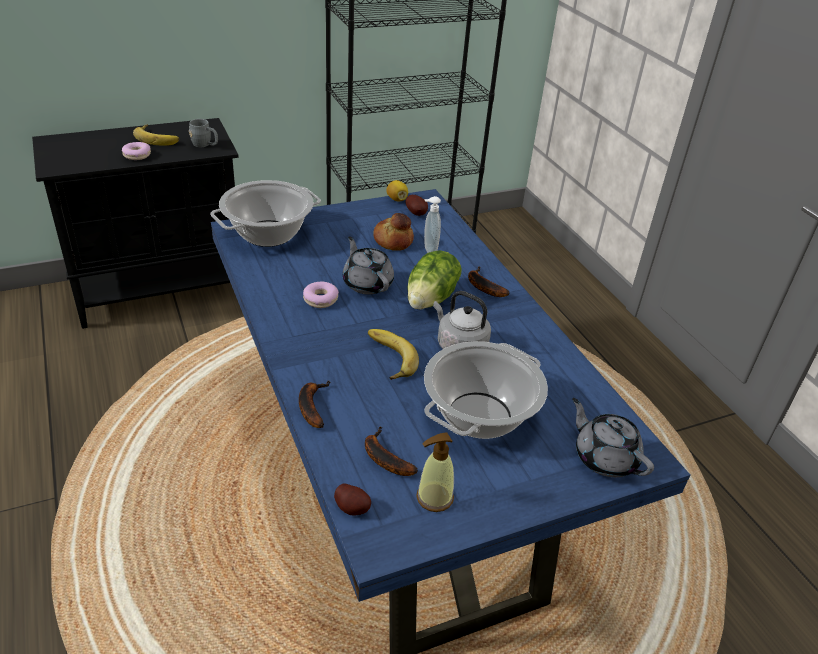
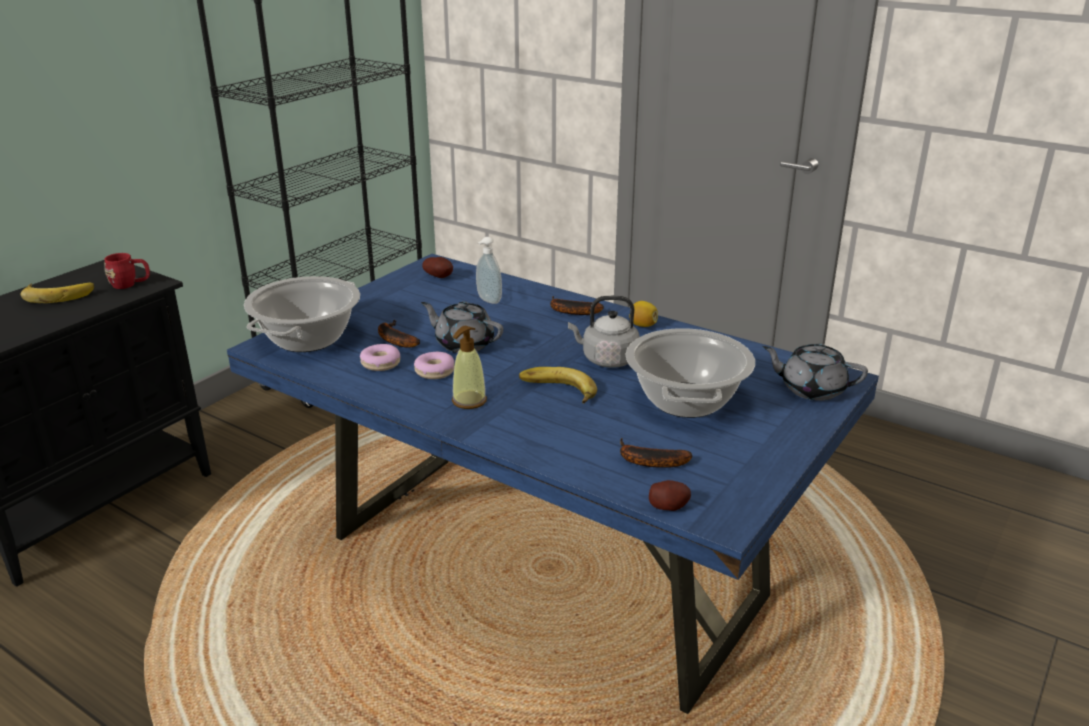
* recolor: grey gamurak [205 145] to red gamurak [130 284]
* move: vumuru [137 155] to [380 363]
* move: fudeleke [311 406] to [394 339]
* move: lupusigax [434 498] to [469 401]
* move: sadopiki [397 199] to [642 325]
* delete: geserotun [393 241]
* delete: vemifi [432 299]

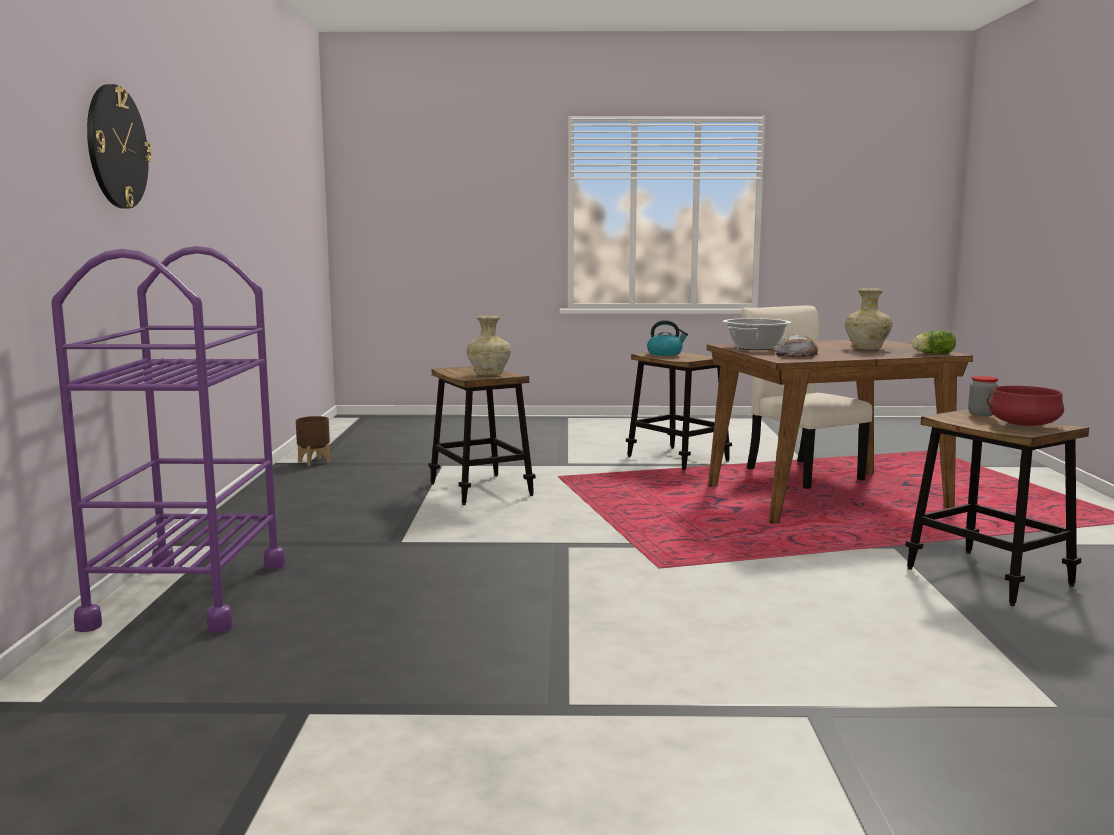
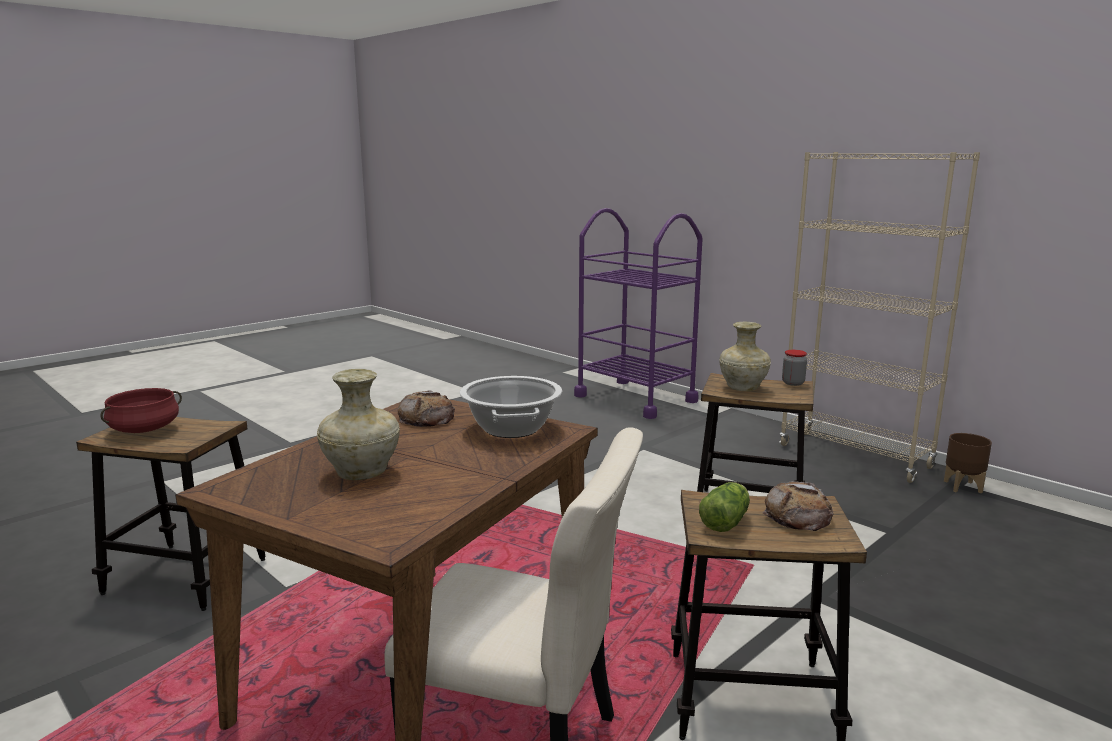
* move: vemifi [931 354] to [726 521]
* replace: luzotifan [665 354] to geserotun [798 515]
* insert: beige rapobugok [854 456]
* move: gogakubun [981 414] to [793 383]
* delete: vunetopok [116 147]

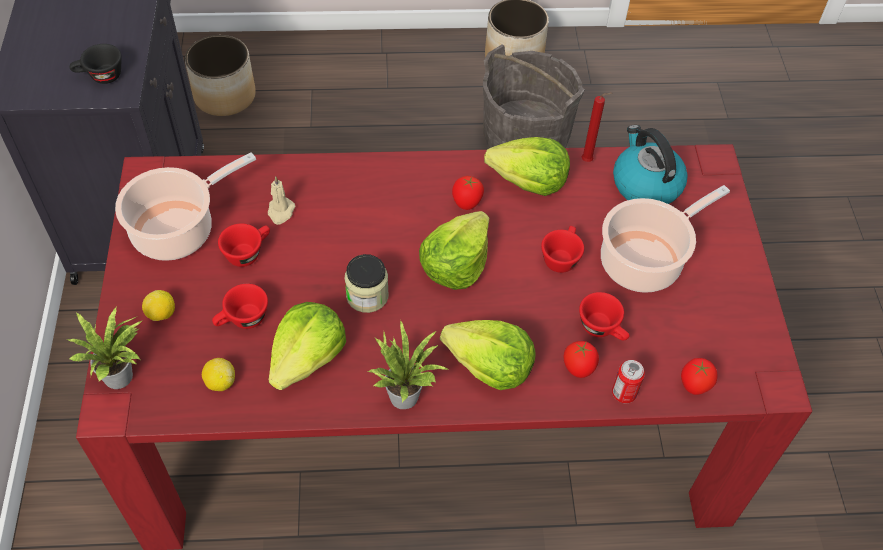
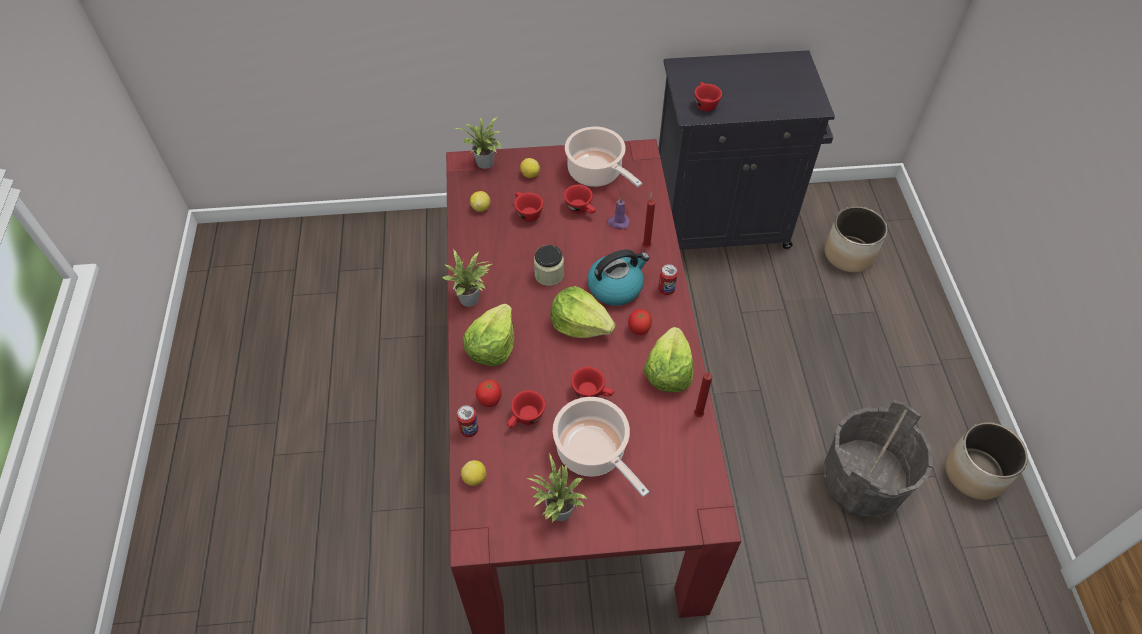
* replace: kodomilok [693 386] to sadopiki [474 478]
* insert: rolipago [557 512]
* move: luzotifan [645 184] to [616 287]
* recolor: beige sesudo [281 212] to purple sesudo [618 222]
* insert: red sesudo [646 245]
* insert: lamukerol [666 290]
* recolor: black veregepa [100 77] to red veregepa [704 103]
* delete: vemifi [308 358]

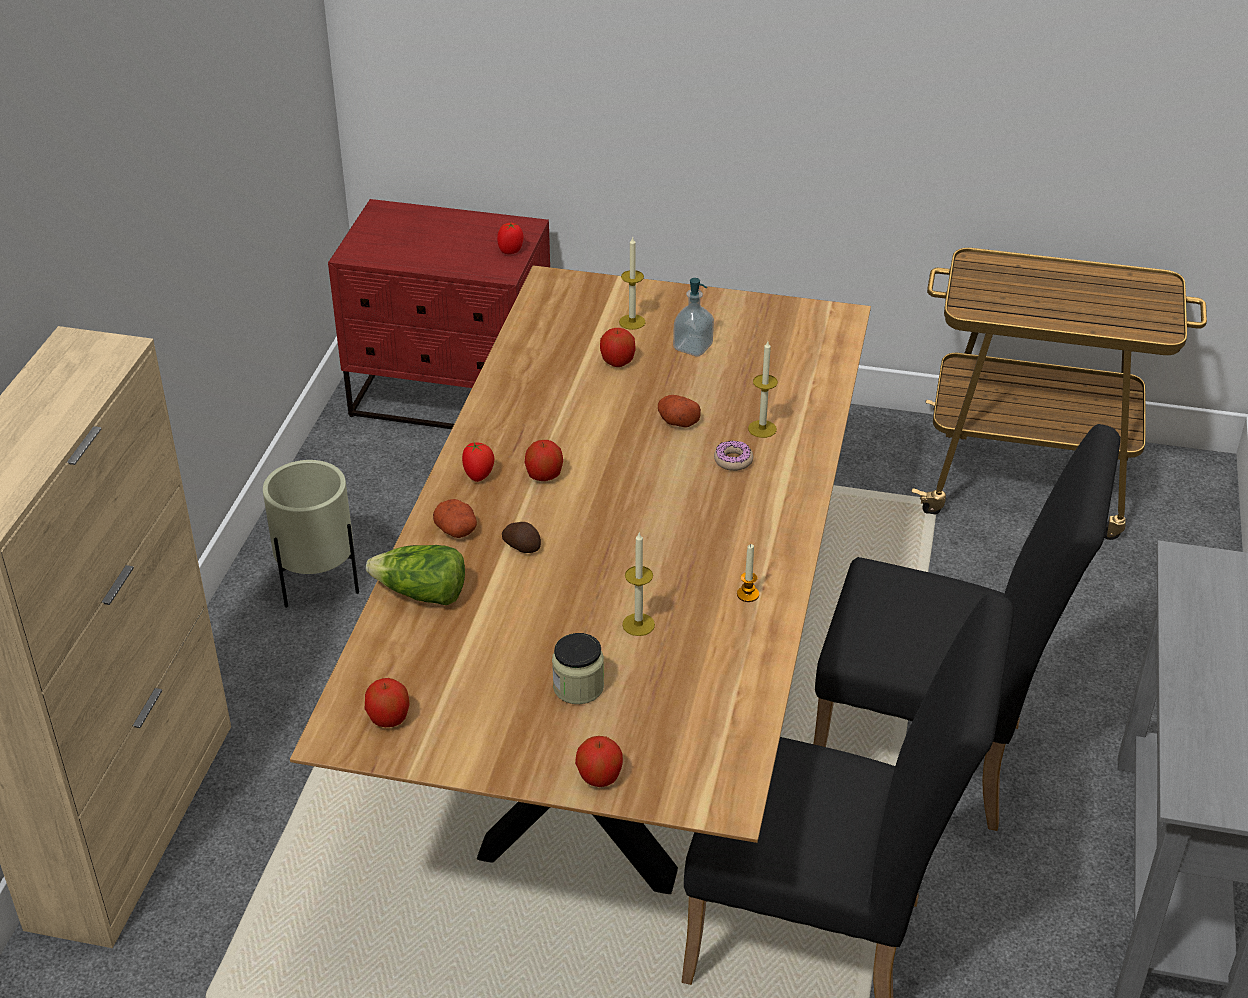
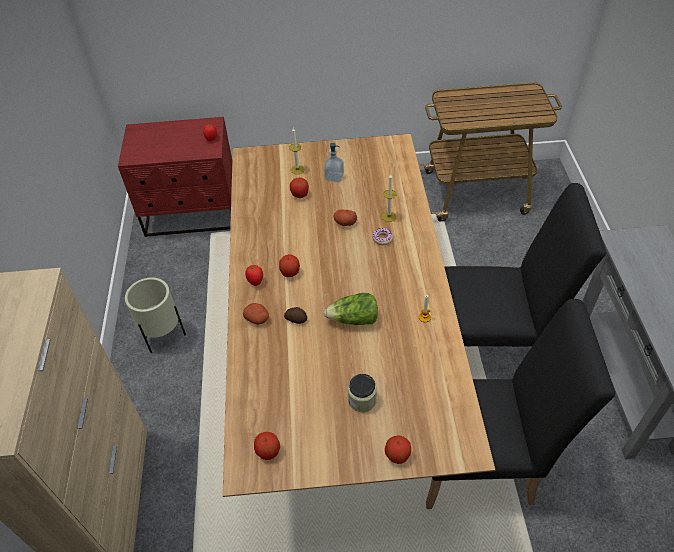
* move: vemifi [421 594] to [354 319]
* delete: sesudo [638 624]

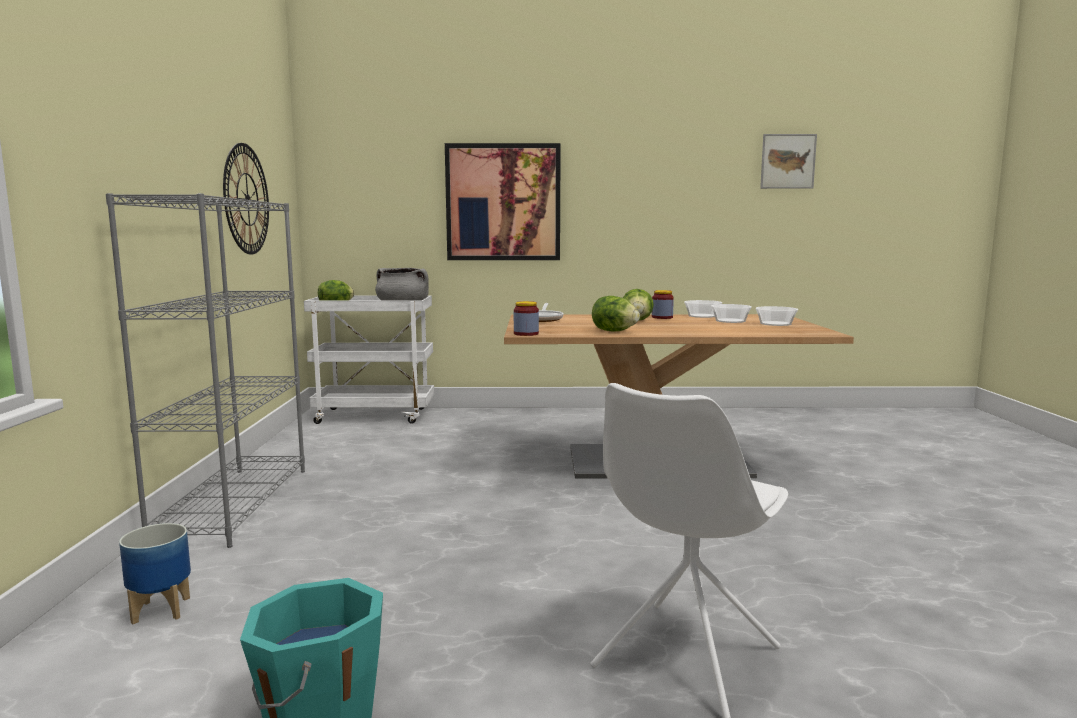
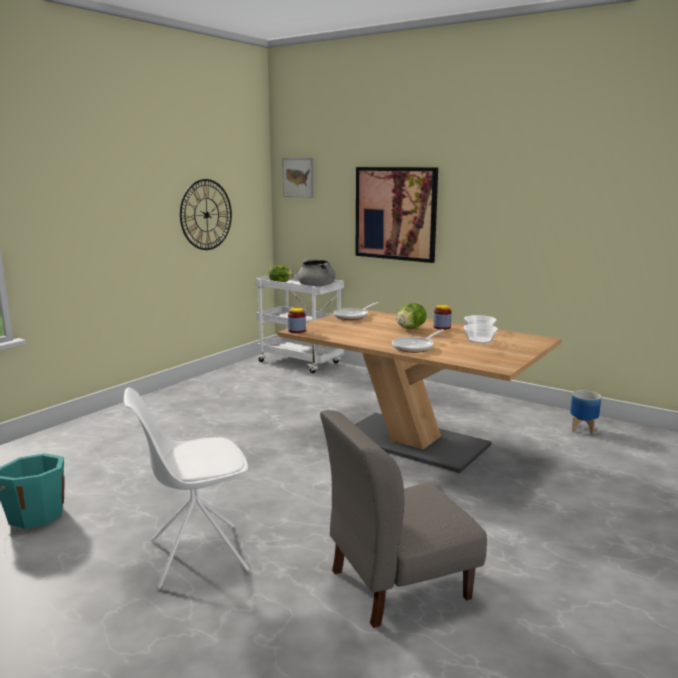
* move: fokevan [788 161] to [298 177]
* insert: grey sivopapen [398 584]
* insert: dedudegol [415 347]
* move: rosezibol [160 610] to [582 429]
* delete: grey rapobugok [235 503]
* delete: vemifi [614 331]
* delete: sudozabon [776 324]

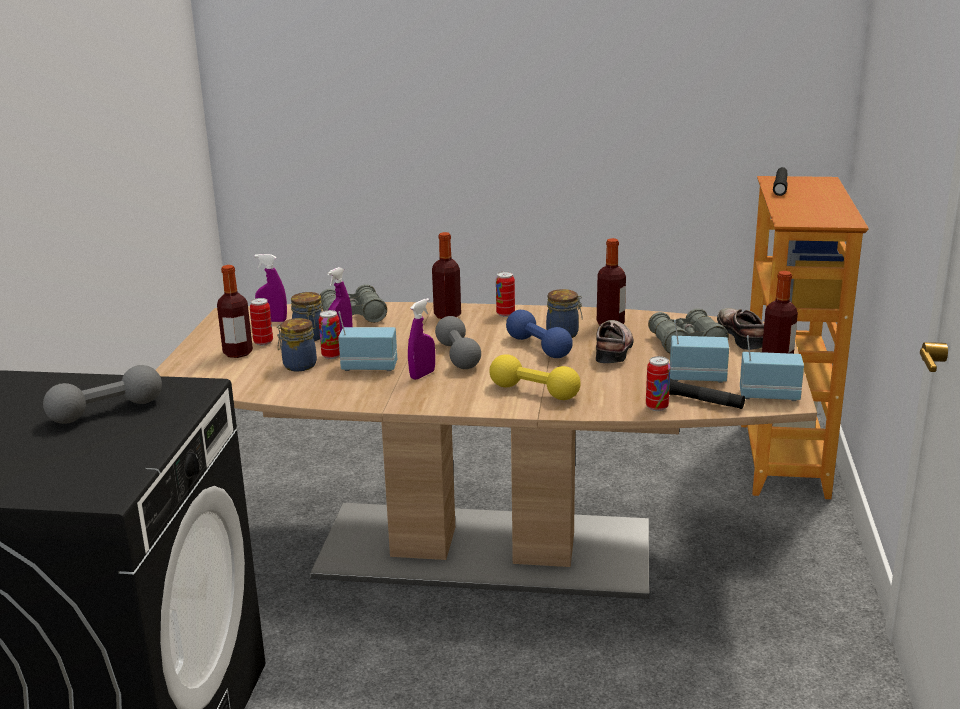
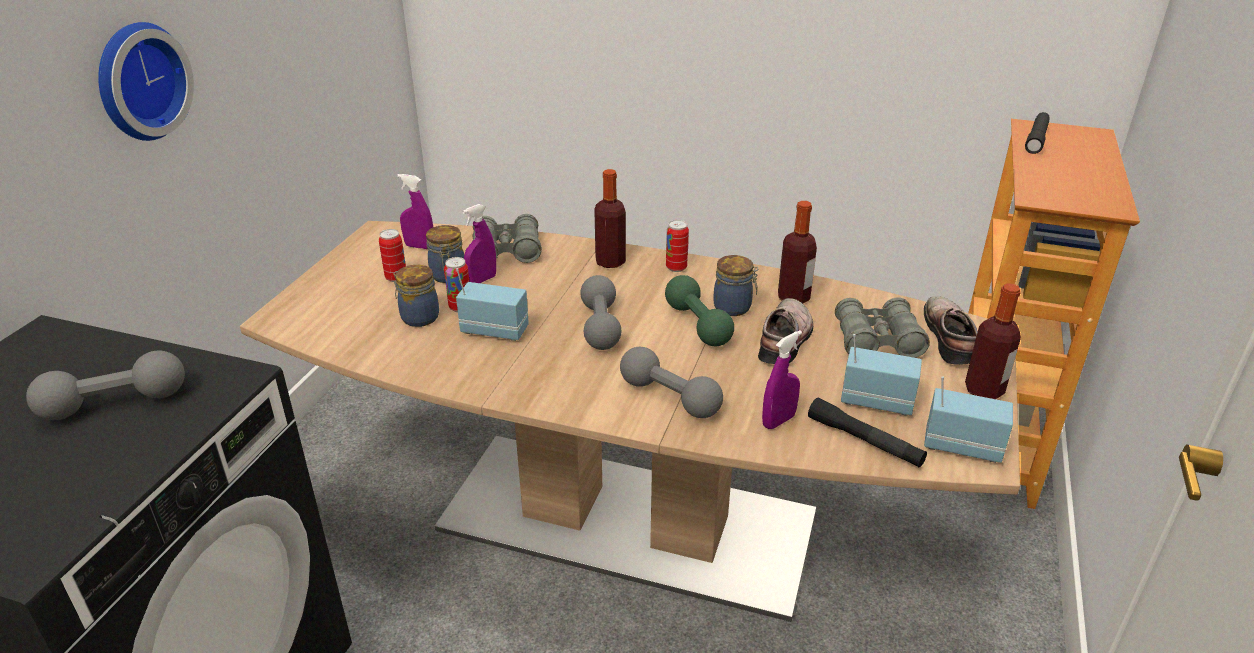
* insert: vunetopok [138 81]
* recolor: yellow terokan [534 392] to grey terokan [669 397]
* recolor: blue terokan [538 347] to green terokan [697 325]
* move: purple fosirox [422 375] to [778 421]
* delete: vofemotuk [238 353]
* delete: lamukerol [656 407]

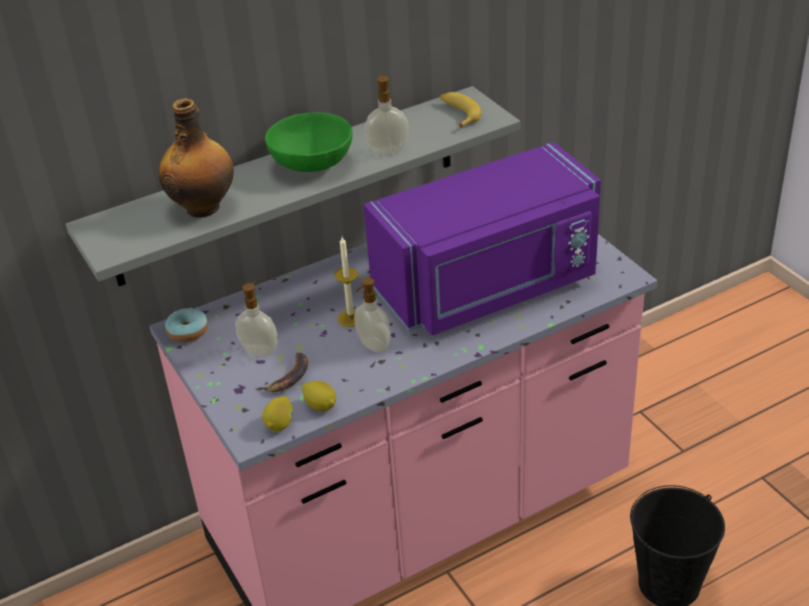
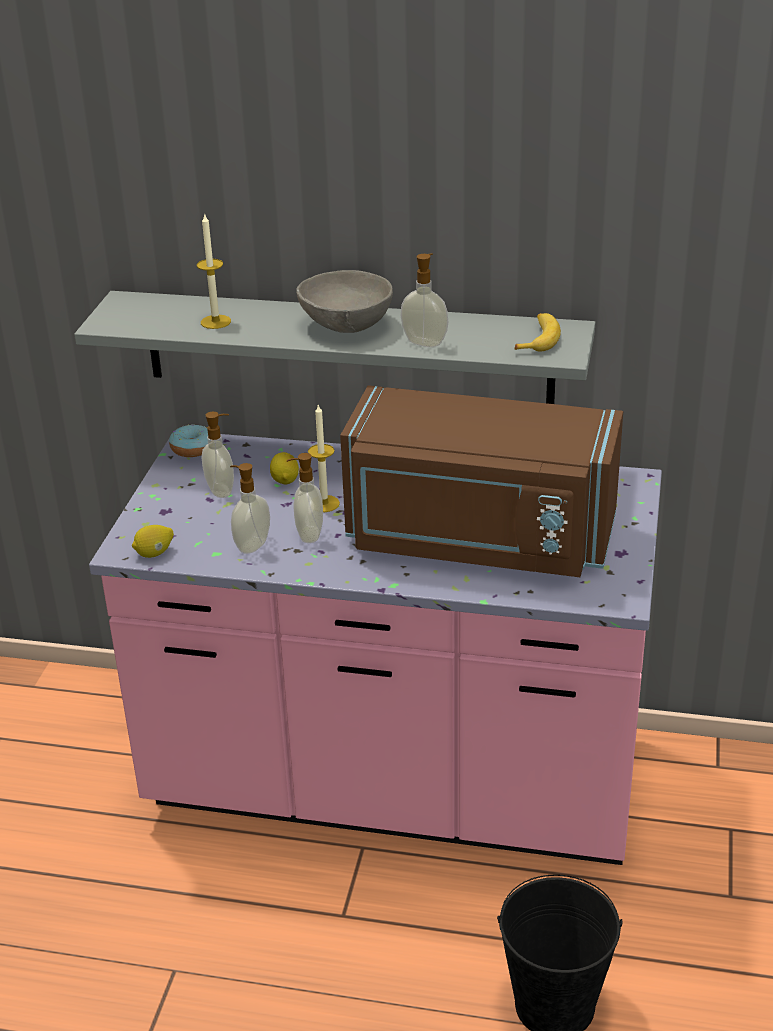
* replace: vofemotuk [204 207] to sesudo [215 322]
* insert: lupusigax [251 545]
* move: sadopiki [321 406] to [285 480]
* recolor: green sudozabon [313 164] to grey sudozabon [347 326]
* recolor: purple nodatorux [489 286] to brown nodatorux [478 540]
* delete: fudeleke [288 377]

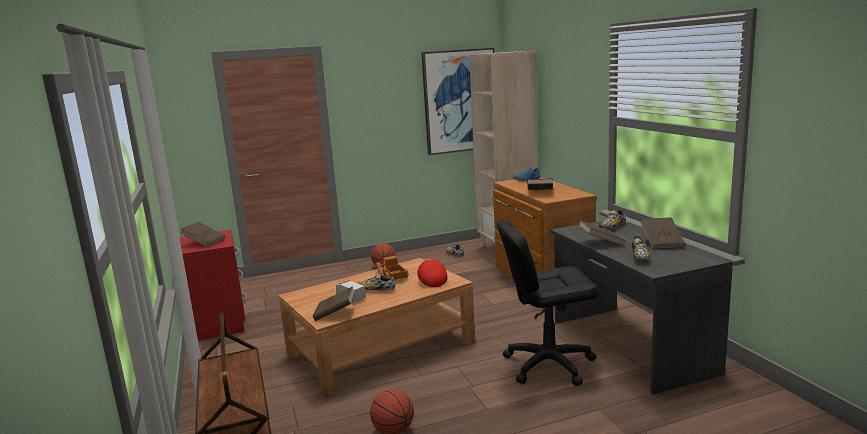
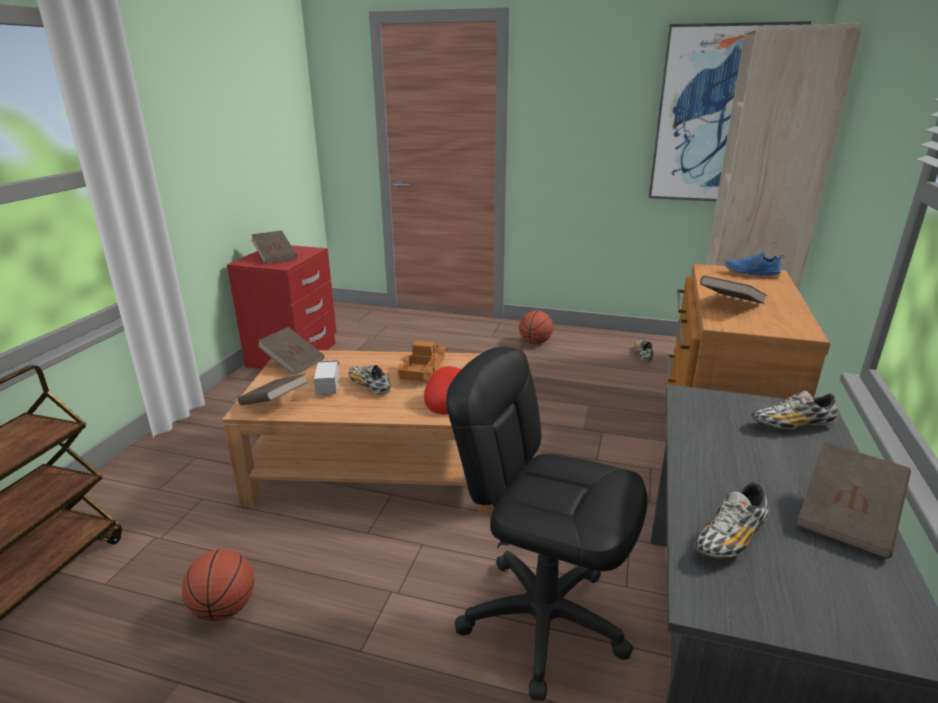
* move: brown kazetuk [601 243] to [293 363]

